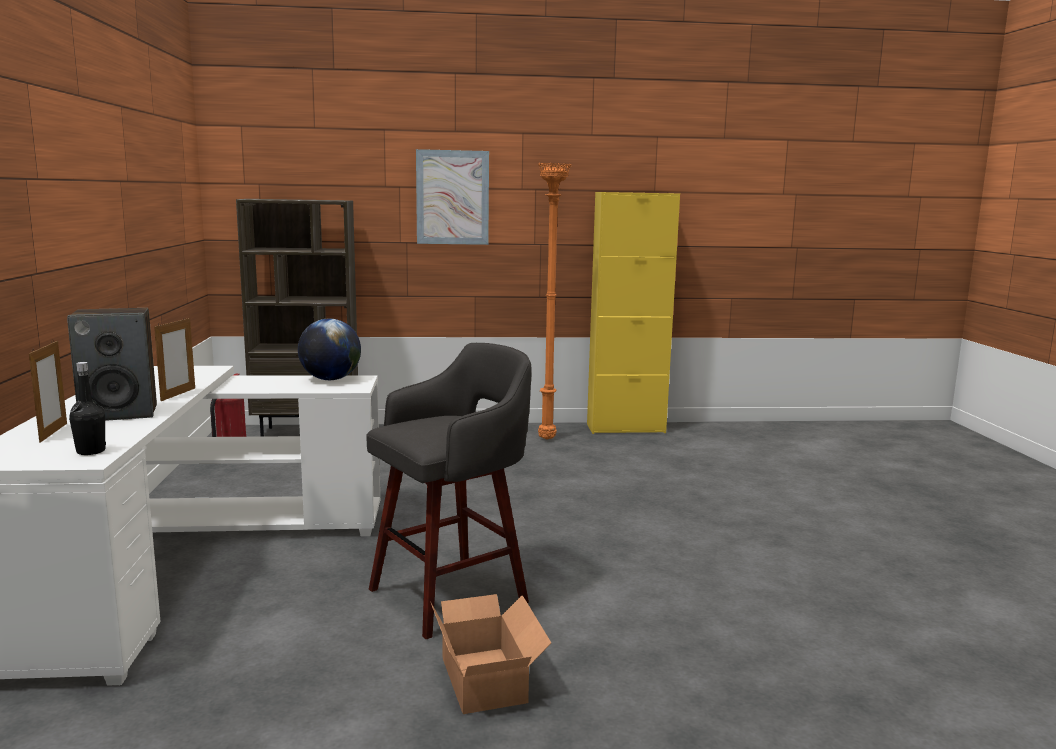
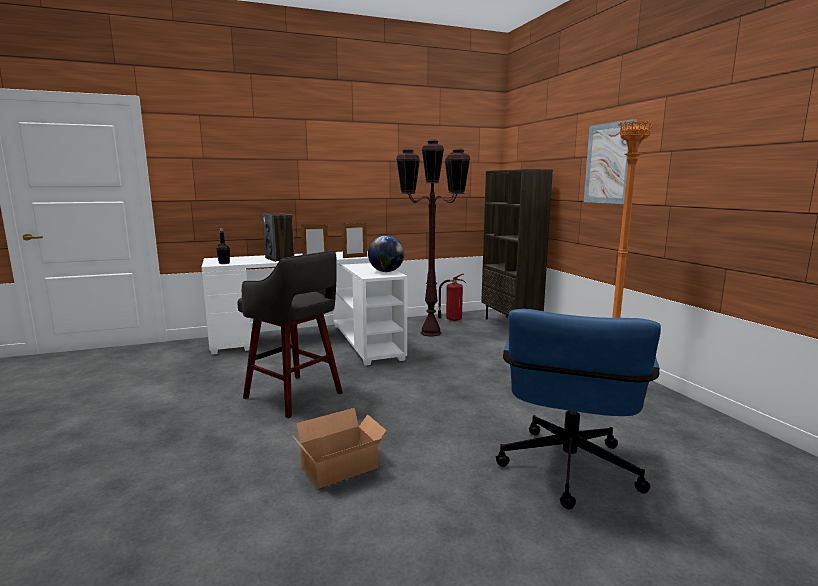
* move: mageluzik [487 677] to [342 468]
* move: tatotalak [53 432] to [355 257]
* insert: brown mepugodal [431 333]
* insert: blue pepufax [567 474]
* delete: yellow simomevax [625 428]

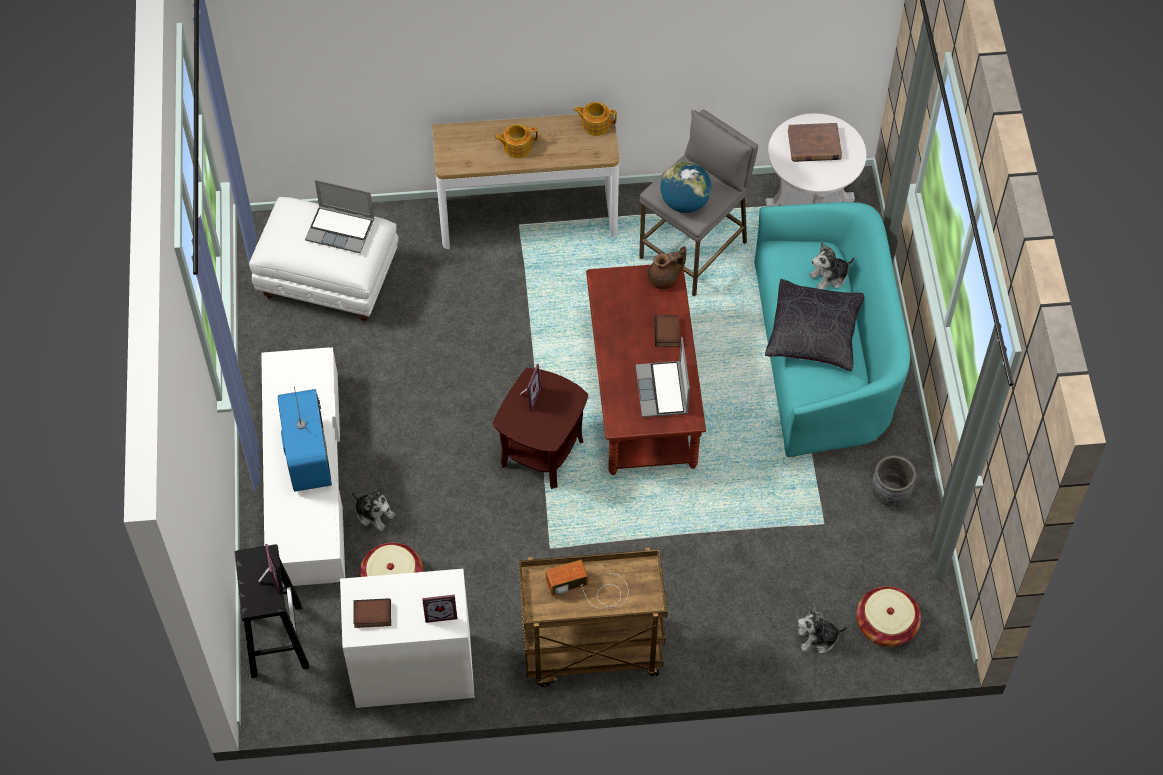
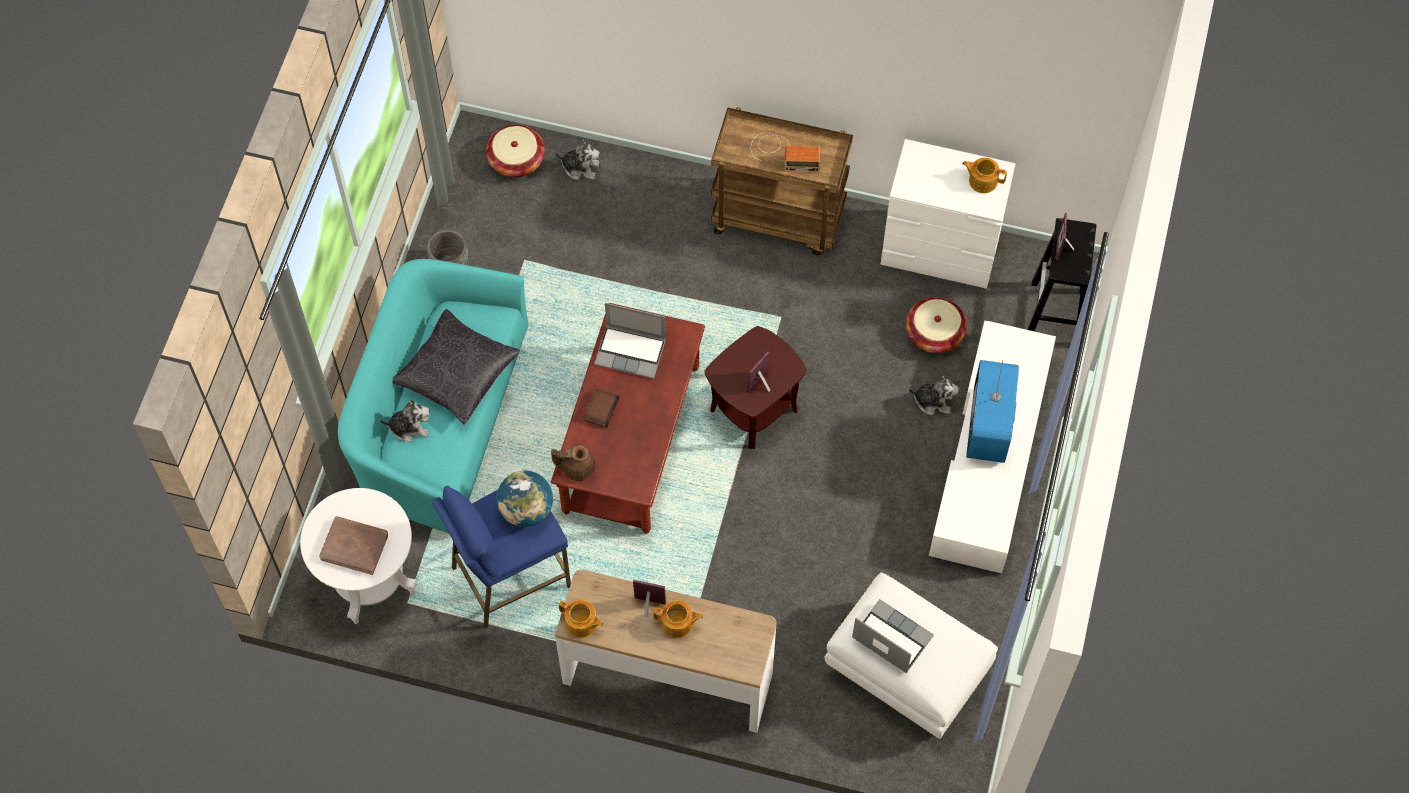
* recolor: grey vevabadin [694 250] to blue vevabadin [510 576]
* rotate: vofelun [663 391] = [631 351] 90 degrees clockwise
* move: tatotalak [440 612] to [648 607]
* rotate: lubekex [374 514] = [933 401] 135 degrees clockwise
* replace: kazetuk [372 616] to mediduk [982 180]

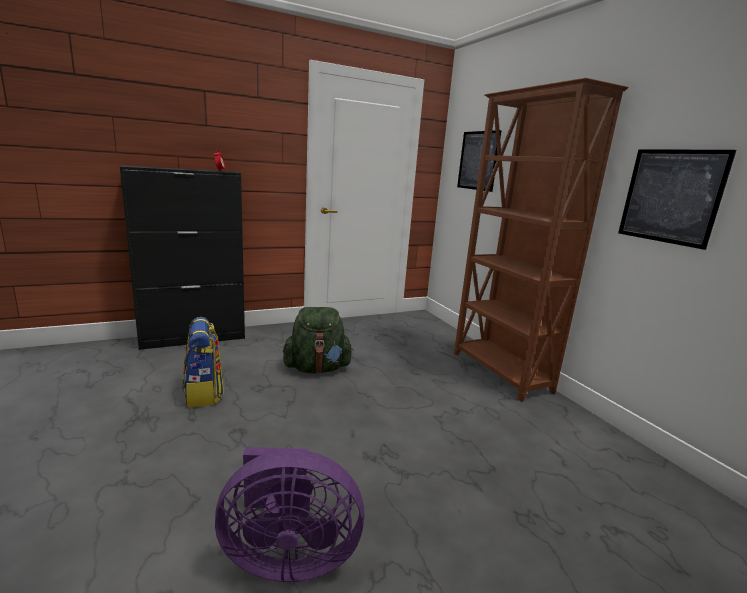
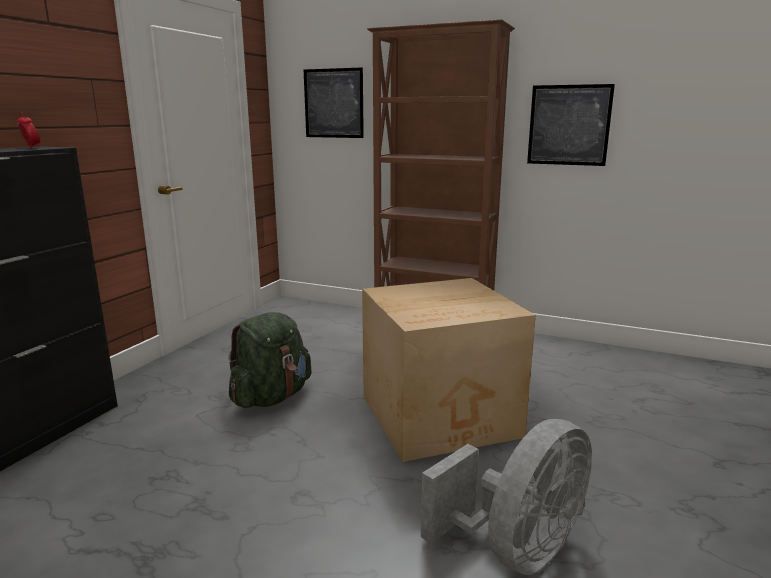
* insert: mageluzik [441 417]
* recolor: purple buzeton [287 556] to grey buzeton [516 550]
* delete: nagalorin [204 394]

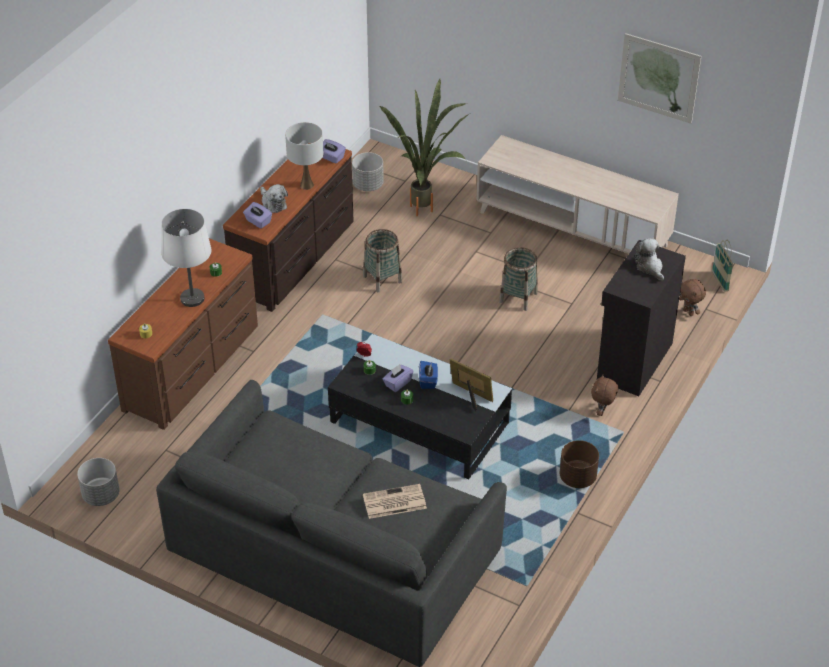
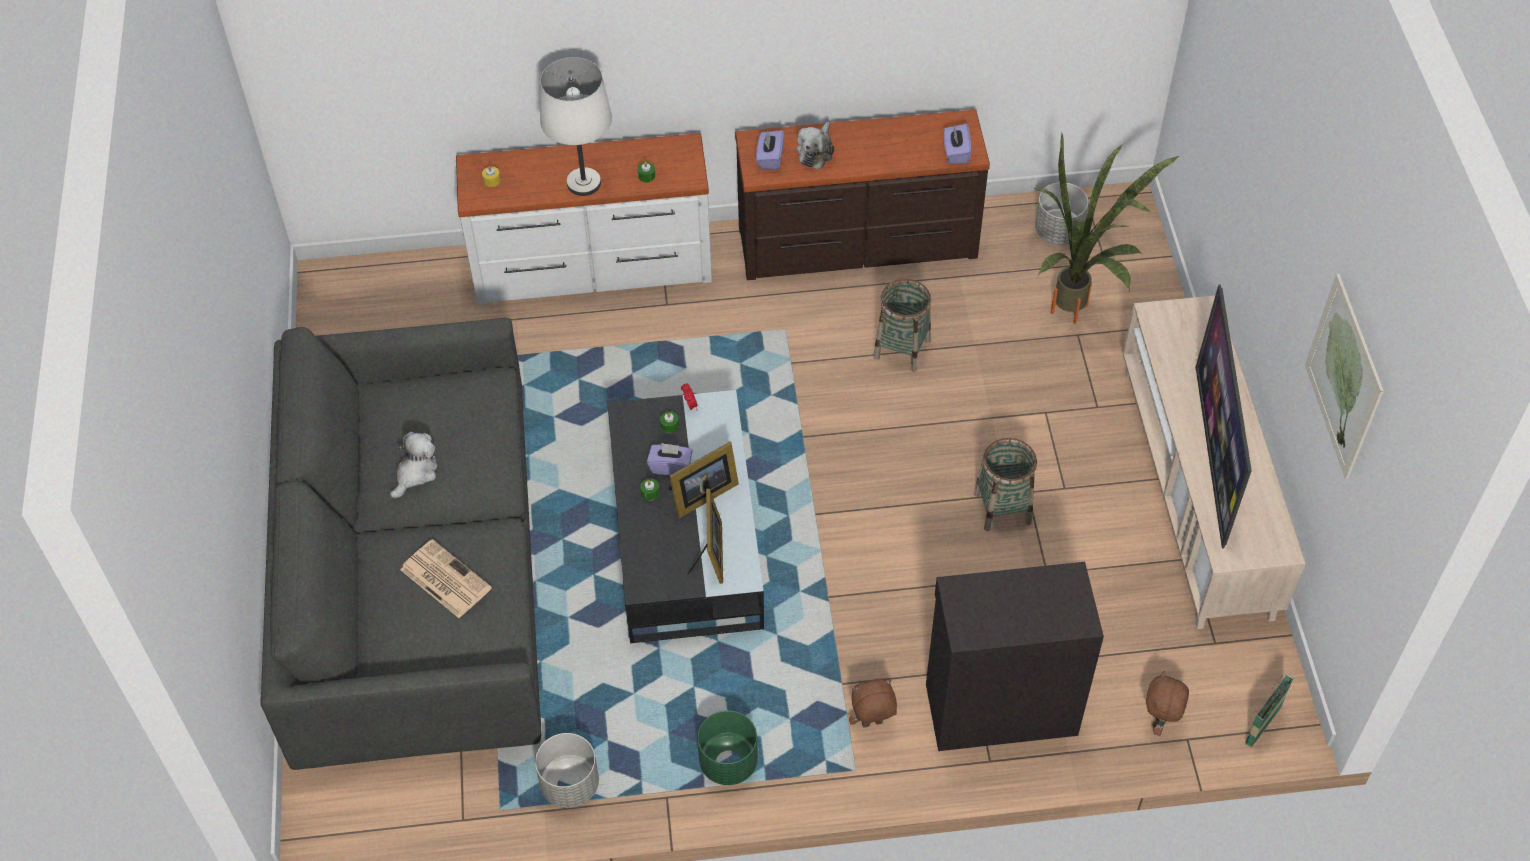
* move: lubekex [649 267] to [415 473]
* recolor: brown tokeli [193 368] to white tokeli [593 268]
* move: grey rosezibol [100 495] to [569 784]
* replace: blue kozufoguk [428 381] to tatotalak [701 495]
* recolor: brown rosezibol [577 478] to green rosezibol [728 762]
* insert: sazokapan [1213 456]
* delete: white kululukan [307 185]

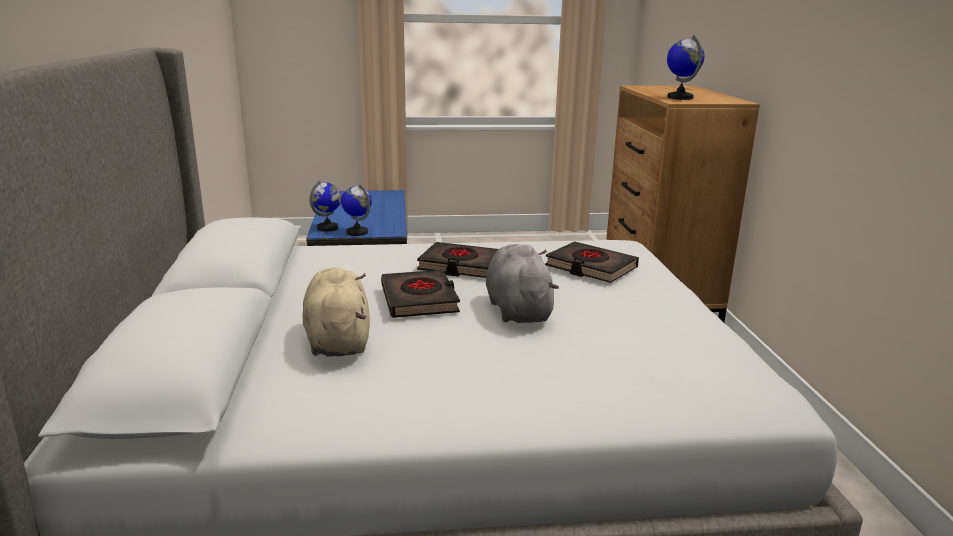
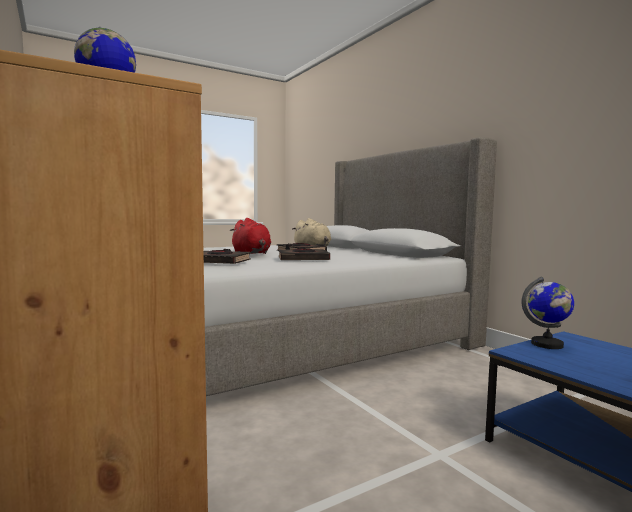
* recolor: grey lubekex [518 309] to red lubekex [251 253]
* delete: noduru [328 228]

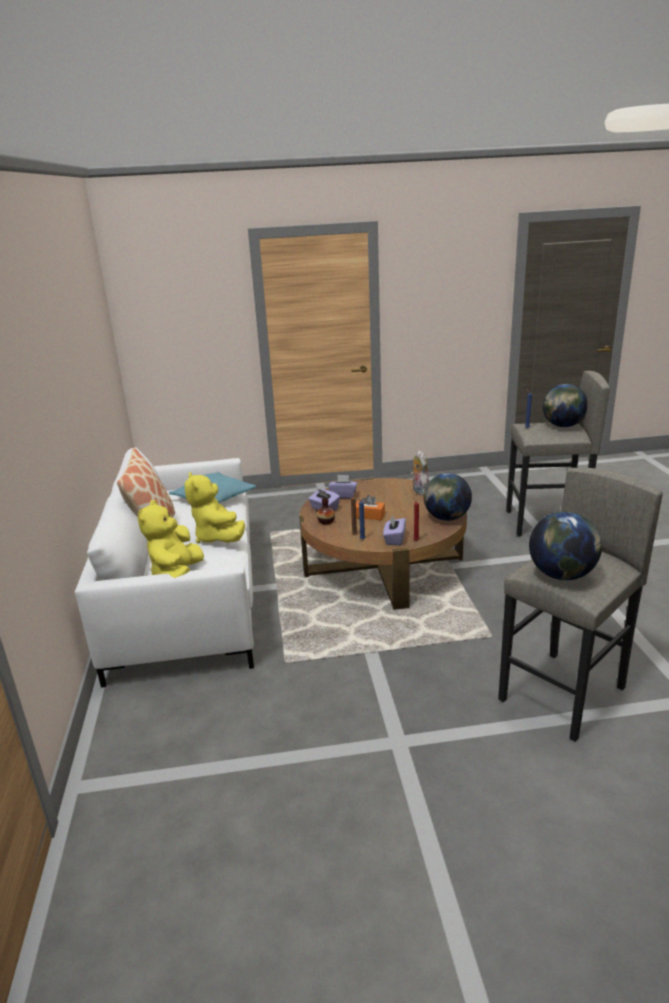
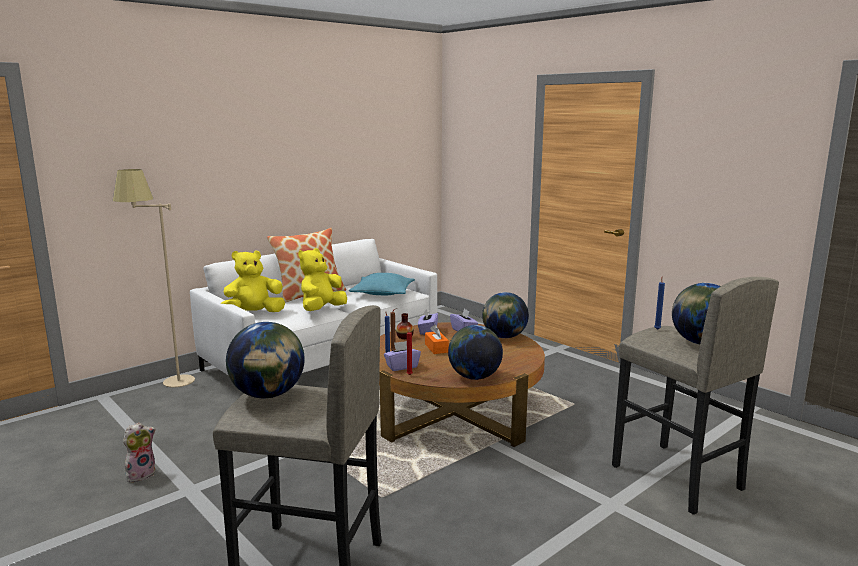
* insert: beige mepugodal [167 386]
* move: lubekex [419 491] to [141 474]
* insert: noduru [504 337]

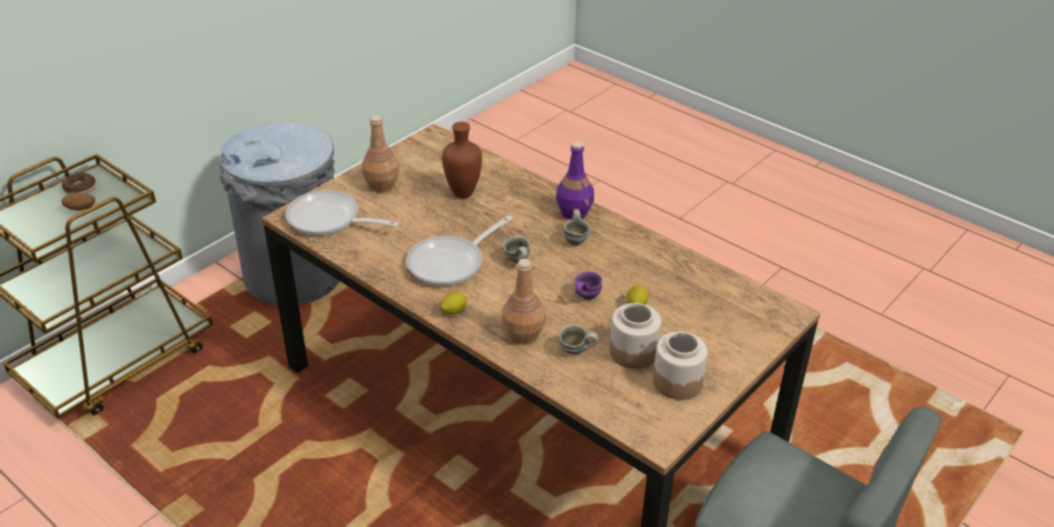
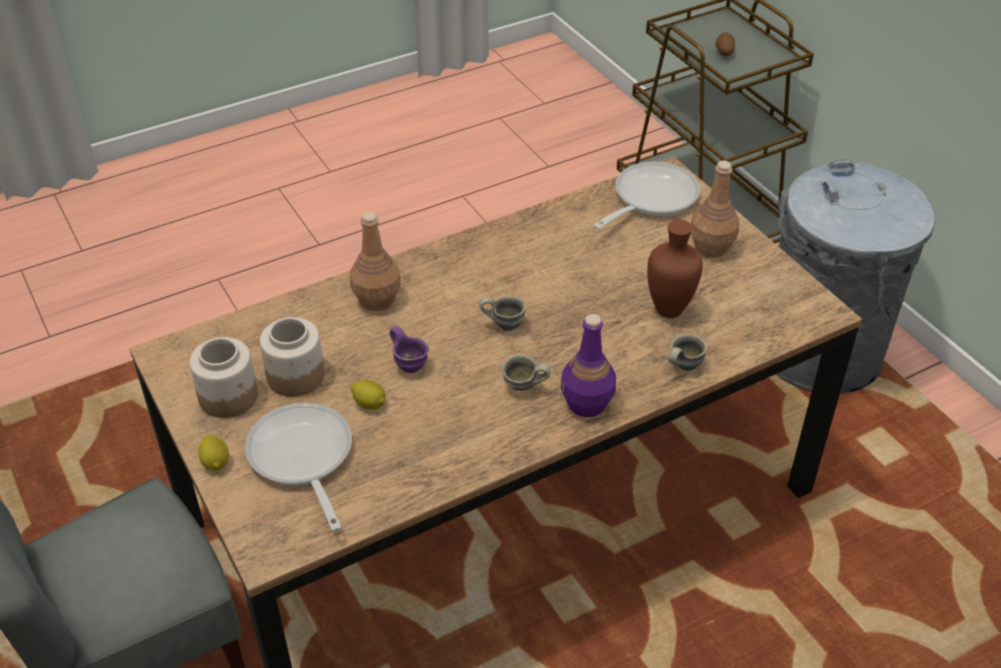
* move: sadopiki [453 311] to [216 462]
* move: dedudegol [451 263] to [302 459]
* move: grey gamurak [575 353] to [682 366]
* delete: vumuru [80 189]

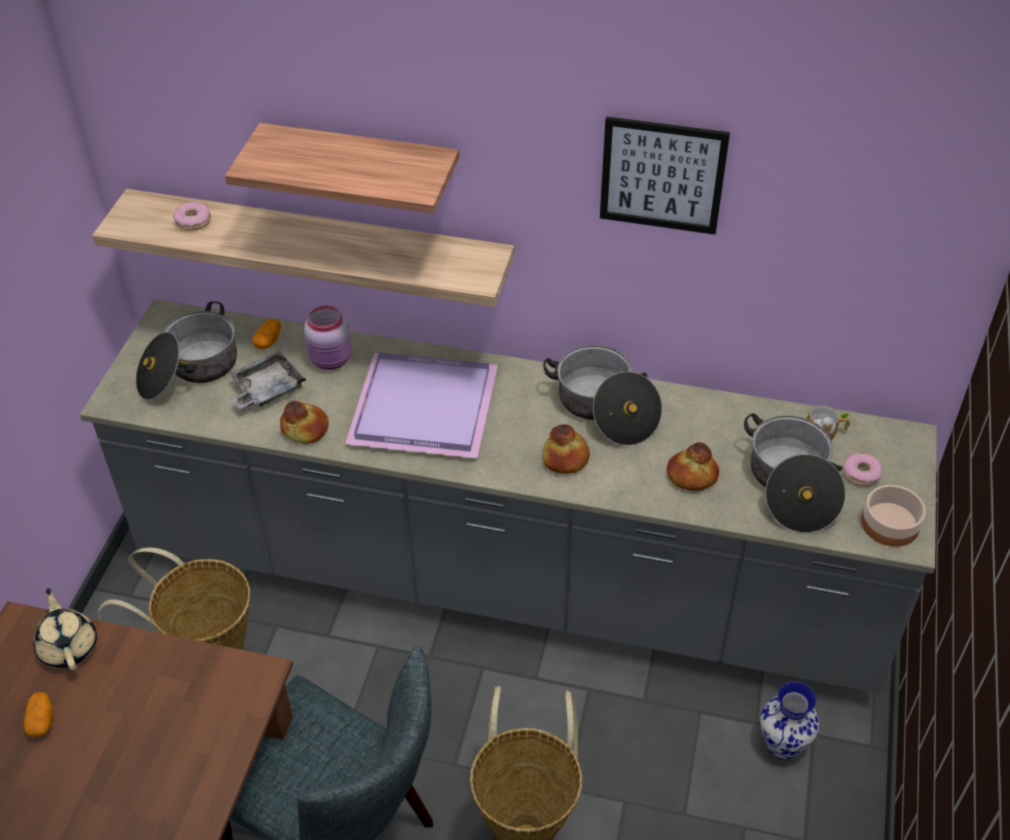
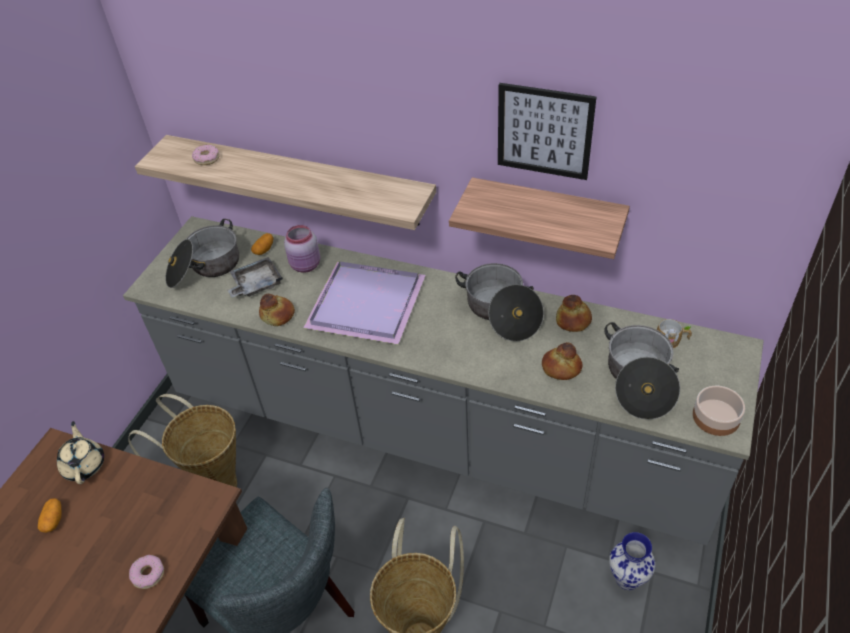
* move: vumuru [861 474] to [148 574]
* move: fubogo [361 168] to [546 214]
* move: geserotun [566 458] to [573 320]

